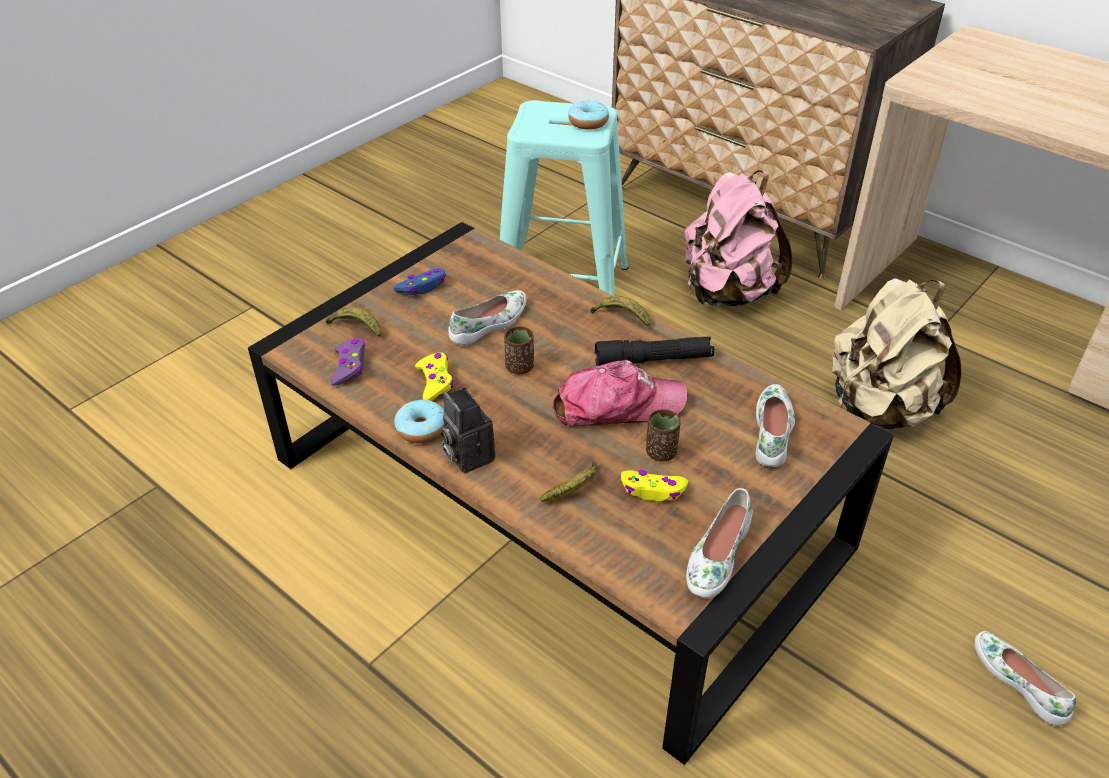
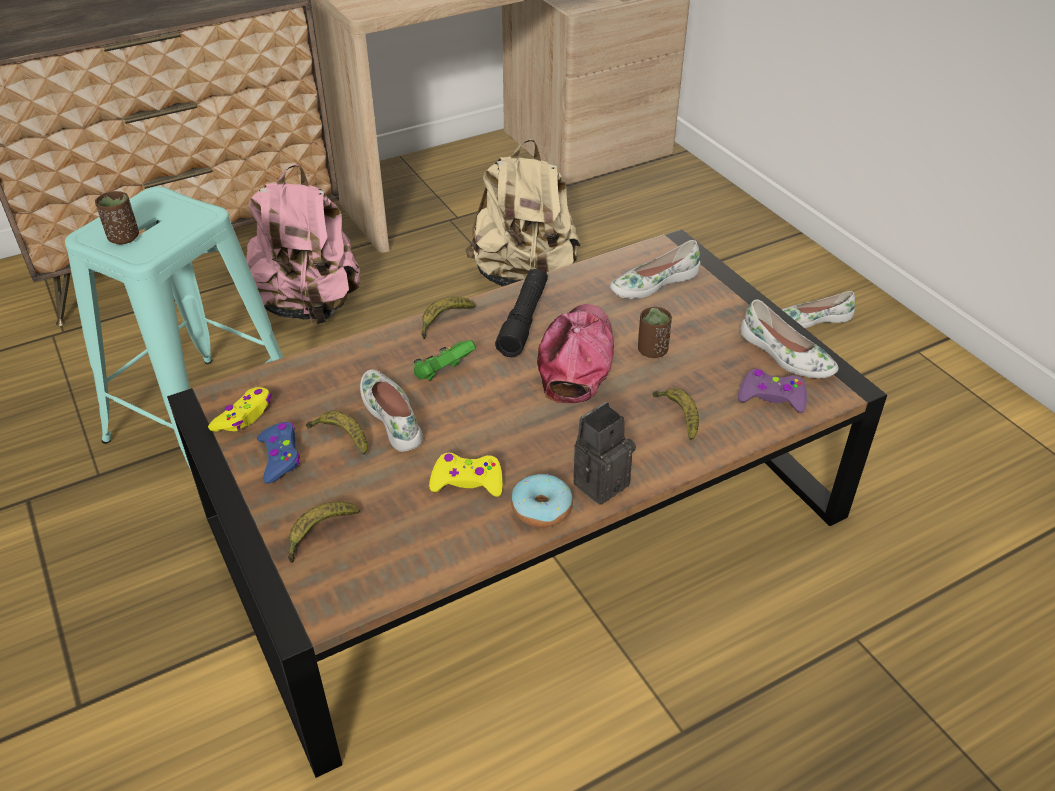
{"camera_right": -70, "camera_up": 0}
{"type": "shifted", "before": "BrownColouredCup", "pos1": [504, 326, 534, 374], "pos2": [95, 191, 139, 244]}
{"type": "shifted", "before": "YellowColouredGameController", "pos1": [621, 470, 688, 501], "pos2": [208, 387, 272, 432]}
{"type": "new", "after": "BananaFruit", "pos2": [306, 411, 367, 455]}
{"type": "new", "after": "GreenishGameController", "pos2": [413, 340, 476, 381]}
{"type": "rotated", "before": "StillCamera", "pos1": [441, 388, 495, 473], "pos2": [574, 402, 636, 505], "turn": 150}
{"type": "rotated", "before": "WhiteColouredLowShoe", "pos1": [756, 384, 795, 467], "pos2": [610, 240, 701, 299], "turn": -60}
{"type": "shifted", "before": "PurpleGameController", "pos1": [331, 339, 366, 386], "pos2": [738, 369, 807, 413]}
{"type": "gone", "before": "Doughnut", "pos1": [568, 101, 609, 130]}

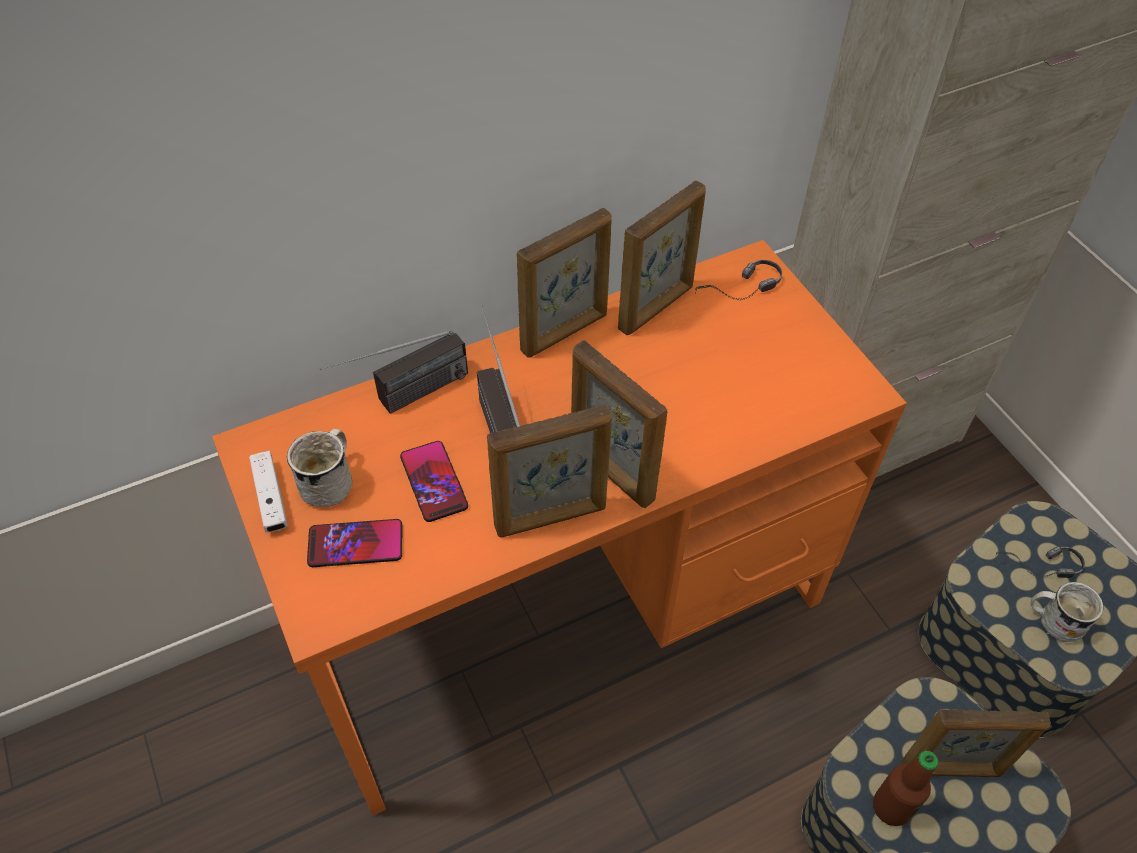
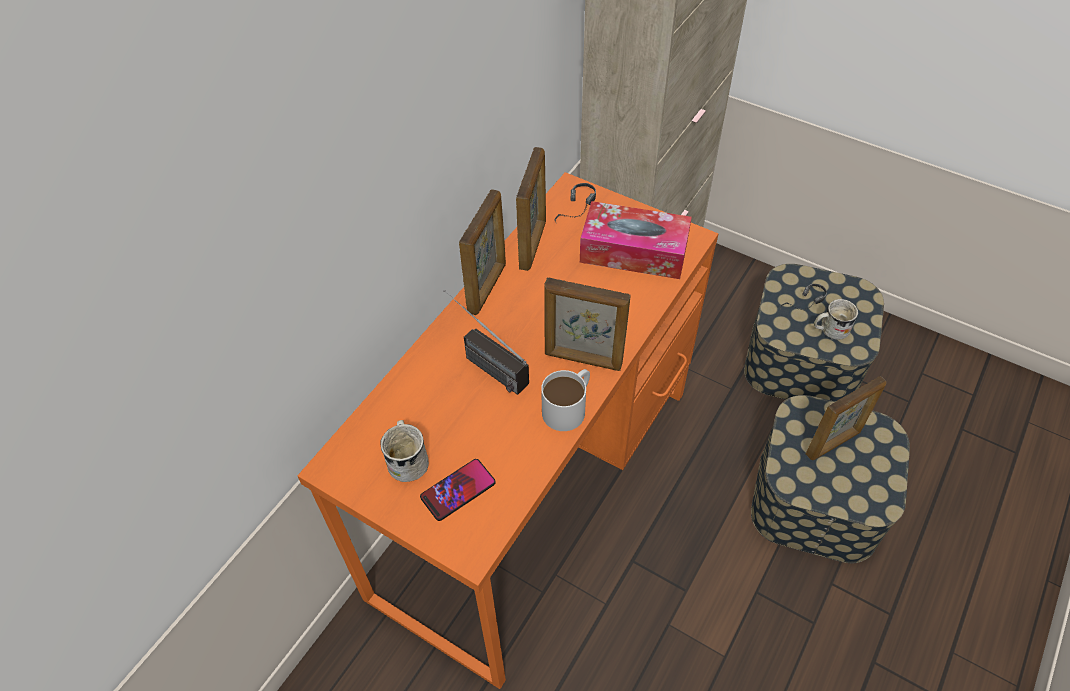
{"camera_right": -30, "camera_up": 0}
{"type": "swapped", "before": "PhotoFrame", "after": "WhiteColouredTeaMug", "pos1": [487, 405, 612, 537], "pos2": [541, 369, 590, 431]}
{"type": "new", "after": "TissueHolder", "pos2": [580, 201, 692, 279]}
{"type": "gone", "before": "WhiteColouredGameController", "pos1": [249, 451, 288, 532]}
{"type": "gone", "before": "Radio", "pos1": [320, 330, 468, 414]}
{"type": "gone", "before": "Handset", "pos1": [400, 441, 468, 522]}
{"type": "gone", "before": "DrinkBottle", "pos1": [873, 751, 939, 826]}

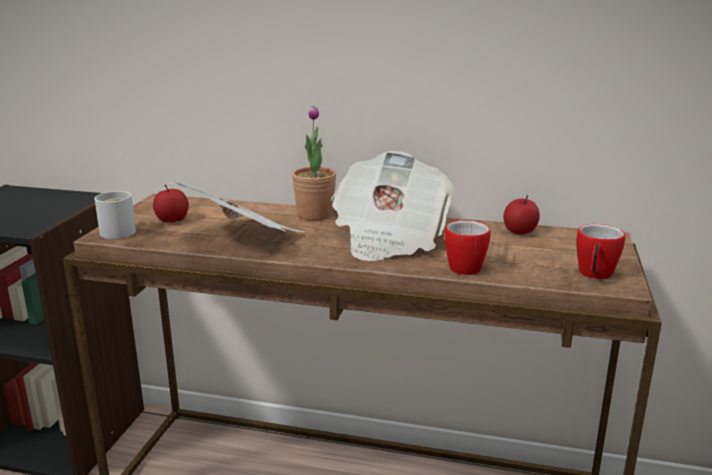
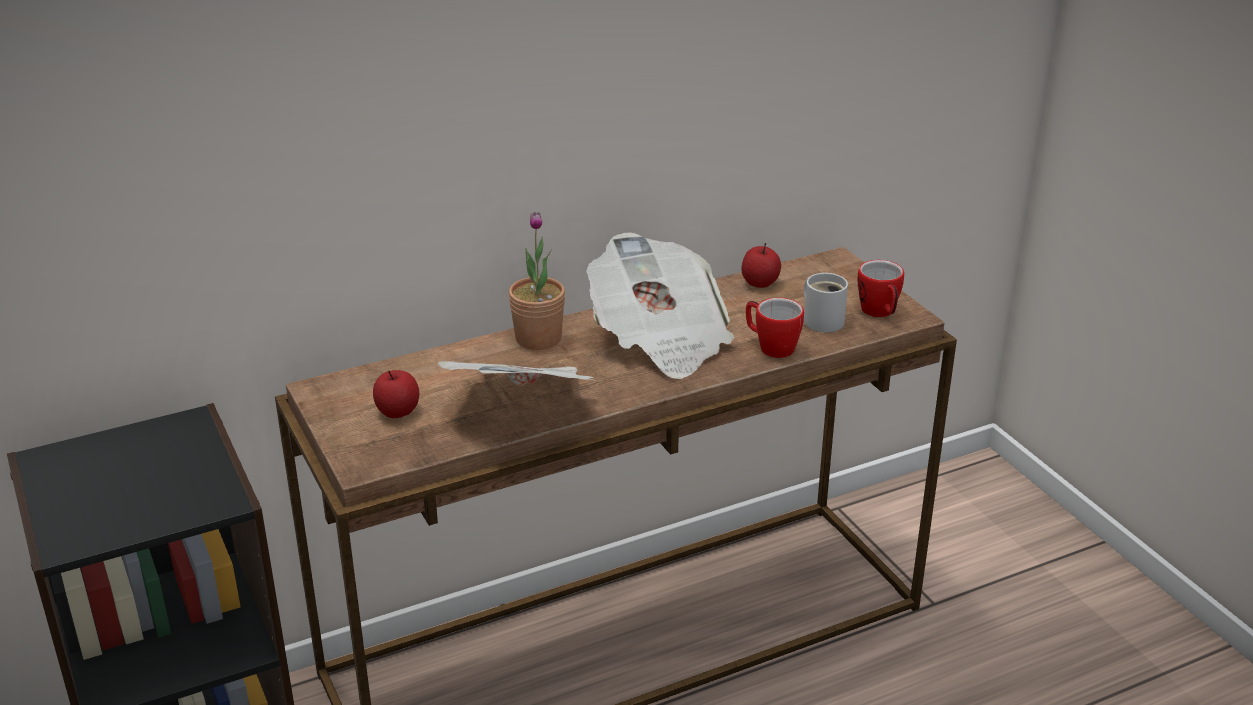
{"camera_right": -40, "camera_up": 10}
{"type": "shifted", "before": "WhiteColouredTeaMug", "pos1": [95, 191, 136, 239], "pos2": [804, 273, 848, 332]}

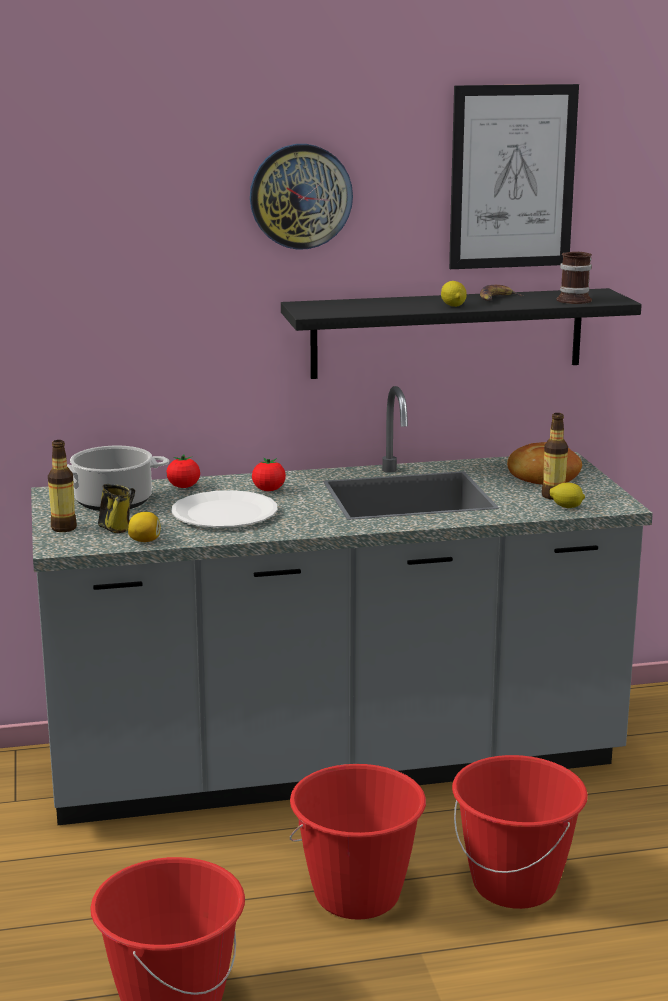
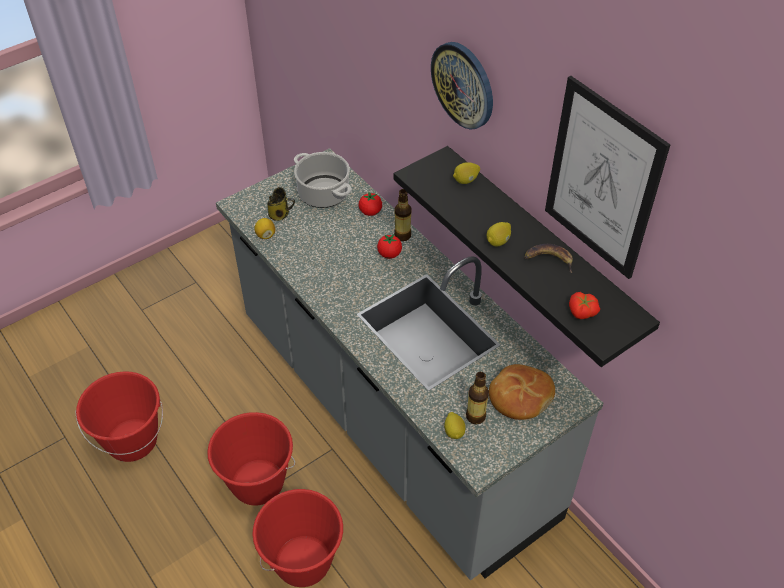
{"camera_right": 65, "camera_up": 30}
{"type": "shifted", "before": "DrinkBottle", "pos1": [48, 440, 77, 532], "pos2": [394, 189, 412, 241]}
{"type": "new", "after": "WholeLemon", "pos2": [453, 162, 480, 184]}
{"type": "swapped", "before": "TeaMug", "after": "Tomato", "pos1": [556, 252, 592, 304], "pos2": [569, 292, 600, 319]}
{"type": "gone", "before": "WhiteColouredDinnerPlate", "pos1": [171, 490, 278, 528]}

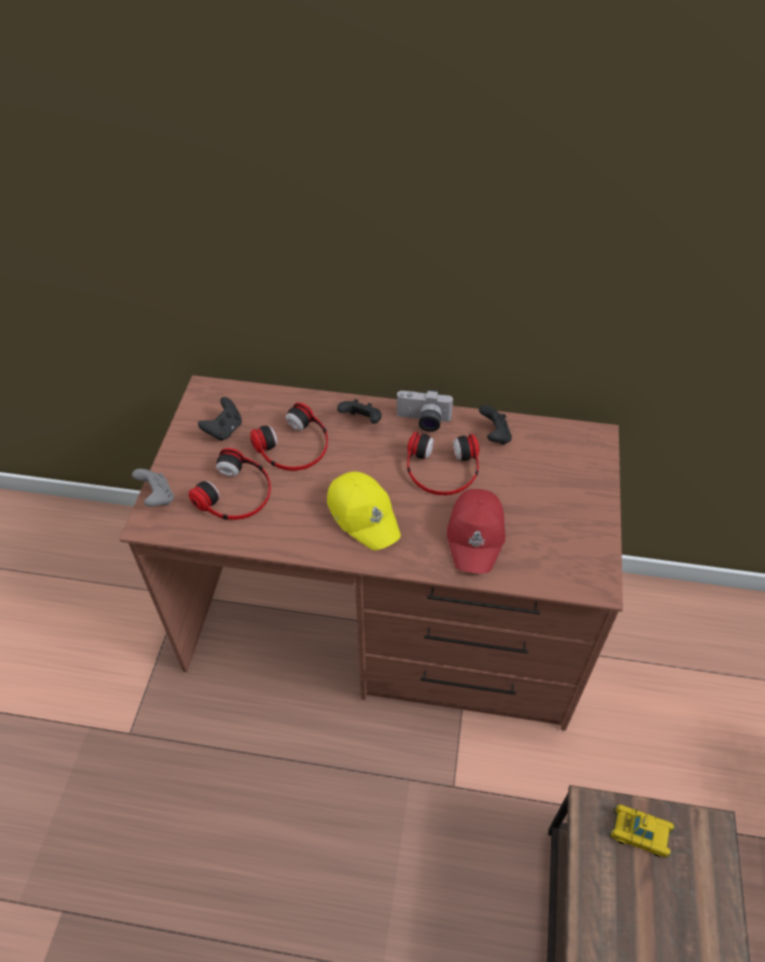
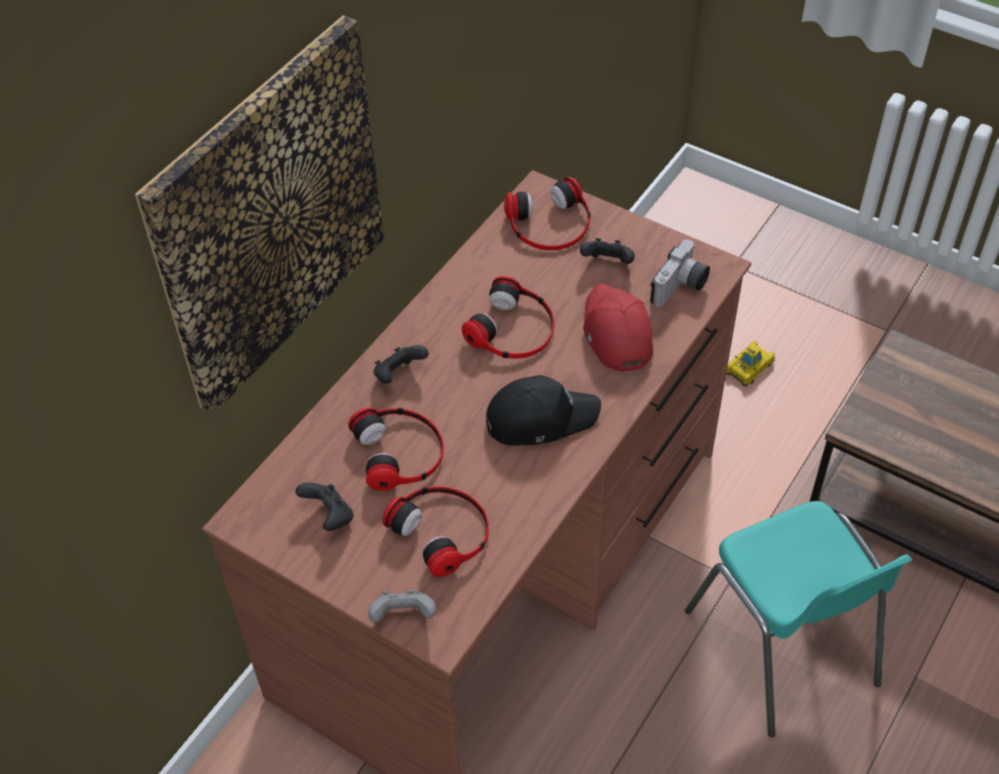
{"camera_right": -65, "camera_up": 0}
{"type": "new", "after": "WallPicture", "pos2": [135, 15, 384, 414]}
{"type": "repainted", "before": "YellowColouredPeakedCap", "after": "BlackColouredPeakedCap", "pos1": [327, 472, 401, 550], "pos2": [486, 375, 601, 446]}
{"type": "new", "after": "Headphones", "pos2": [504, 177, 591, 250]}
{"type": "shifted", "before": "BlackColouredGameController", "pos1": [479, 405, 512, 445], "pos2": [580, 238, 635, 264]}
{"type": "rotated", "before": "RedPeakedCap", "pos1": [447, 489, 505, 574], "pos2": [583, 283, 653, 372], "turn": -135}
{"type": "shifted", "before": "StillCamera", "pos1": [397, 390, 454, 432], "pos2": [650, 240, 710, 307]}
{"type": "new", "after": "TurquoisePlainChair", "pos2": [685, 501, 912, 737]}
{"type": "shifted", "before": "MiniatureCar", "pos1": [609, 804, 675, 858], "pos2": [726, 341, 775, 386]}

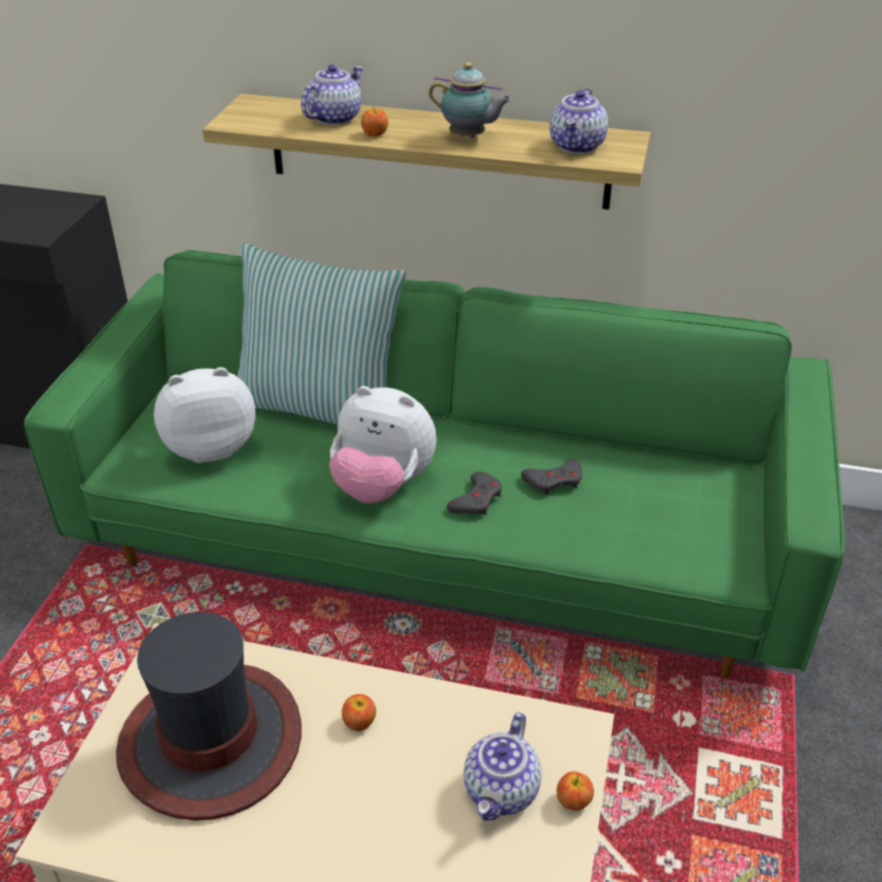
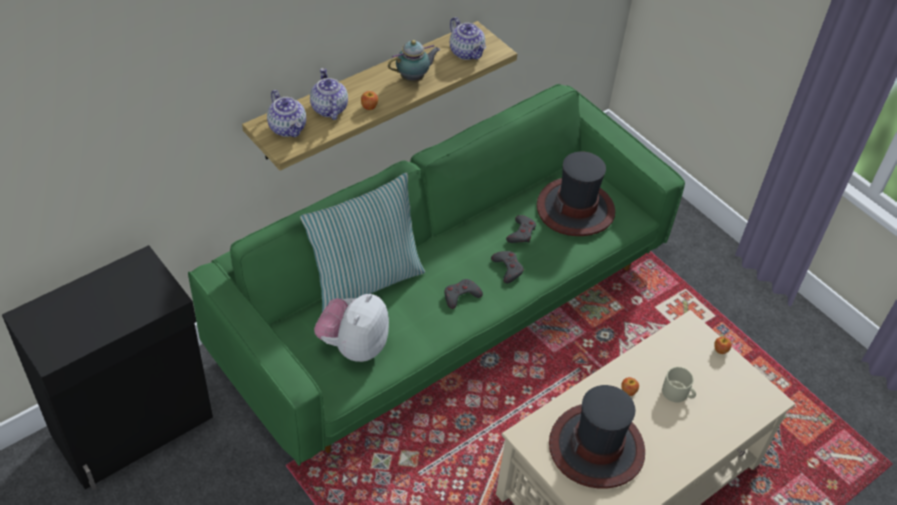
{"camera_right": -55, "camera_up": 10}
{"type": "shifted", "before": "TeaPot", "pos1": [464, 712, 541, 820], "pos2": [267, 90, 306, 138]}
{"type": "swapped", "before": "CuddlyToy", "after": "GreyishGameController", "pos1": [329, 386, 436, 504], "pos2": [444, 279, 483, 309]}
{"type": "new", "after": "Hat", "pos2": [537, 151, 615, 236]}
{"type": "new", "after": "SandColouredTeaMug", "pos2": [662, 367, 696, 402]}

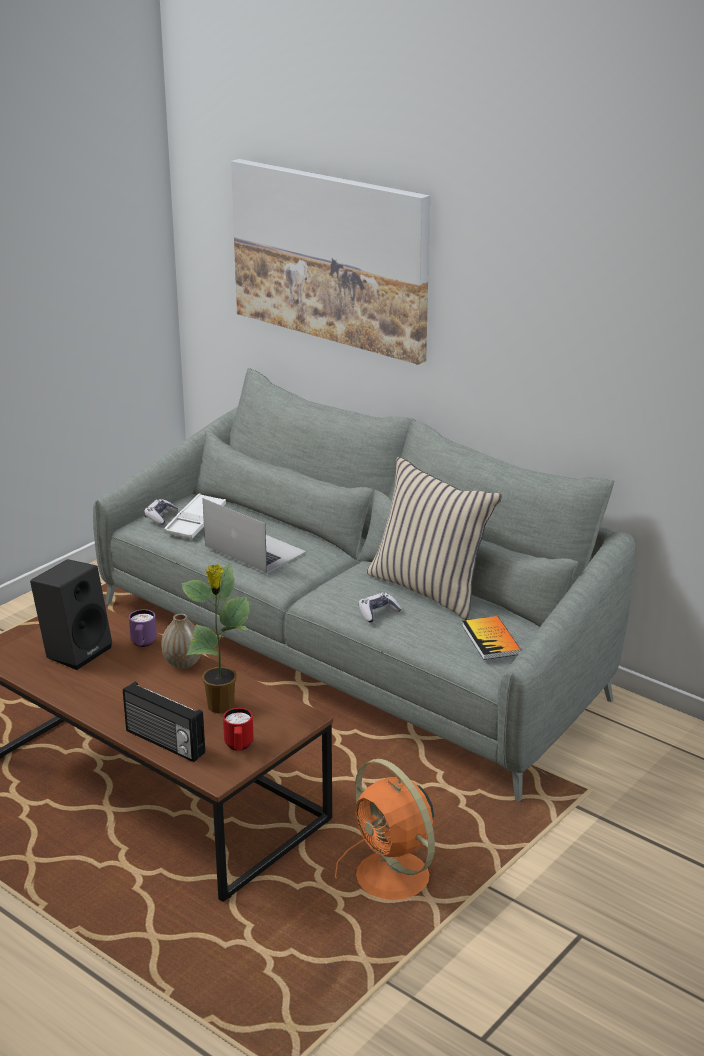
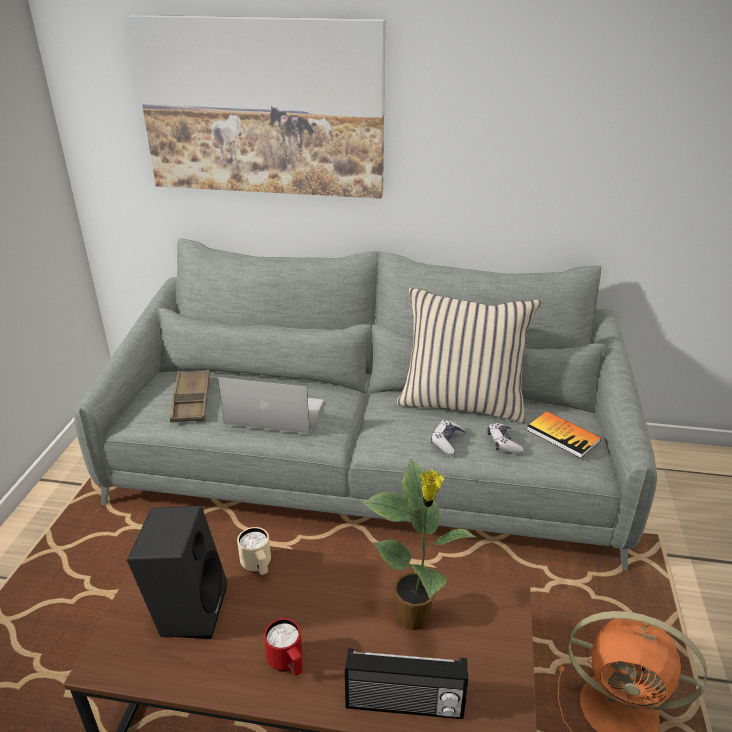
{"camera_right": -30, "camera_up": 5}
{"type": "repainted", "before": "WhiteColouredTray", "after": "BrownColouredTray", "pos1": [164, 493, 226, 539], "pos2": [170, 370, 210, 422]}
{"type": "repainted", "before": "PurpleTeaMug", "after": "SandColouredTeaMug", "pos1": [129, 609, 157, 647], "pos2": [237, 527, 271, 575]}
{"type": "shifted", "before": "RedTeaMug", "pos1": [223, 708, 254, 751], "pos2": [264, 618, 303, 676]}
{"type": "shifted", "before": "GameController", "pos1": [144, 499, 178, 525], "pos2": [487, 423, 523, 454]}
{"type": "gone", "before": "DecorativeVase", "pos1": [161, 613, 201, 669]}

